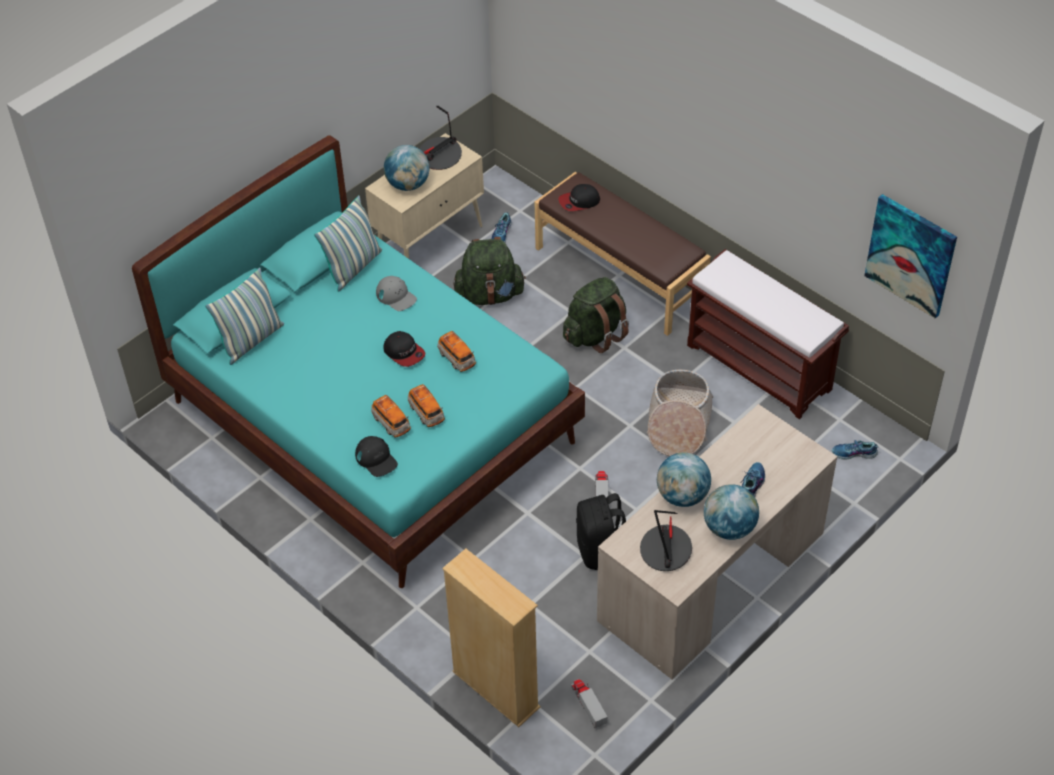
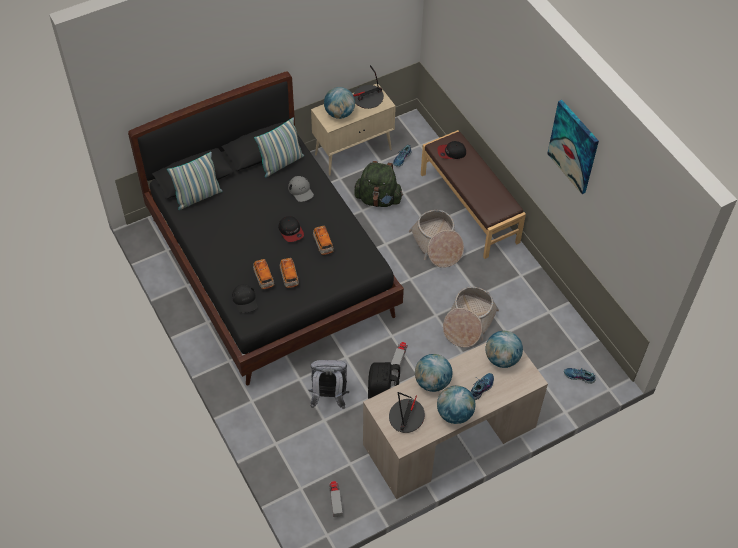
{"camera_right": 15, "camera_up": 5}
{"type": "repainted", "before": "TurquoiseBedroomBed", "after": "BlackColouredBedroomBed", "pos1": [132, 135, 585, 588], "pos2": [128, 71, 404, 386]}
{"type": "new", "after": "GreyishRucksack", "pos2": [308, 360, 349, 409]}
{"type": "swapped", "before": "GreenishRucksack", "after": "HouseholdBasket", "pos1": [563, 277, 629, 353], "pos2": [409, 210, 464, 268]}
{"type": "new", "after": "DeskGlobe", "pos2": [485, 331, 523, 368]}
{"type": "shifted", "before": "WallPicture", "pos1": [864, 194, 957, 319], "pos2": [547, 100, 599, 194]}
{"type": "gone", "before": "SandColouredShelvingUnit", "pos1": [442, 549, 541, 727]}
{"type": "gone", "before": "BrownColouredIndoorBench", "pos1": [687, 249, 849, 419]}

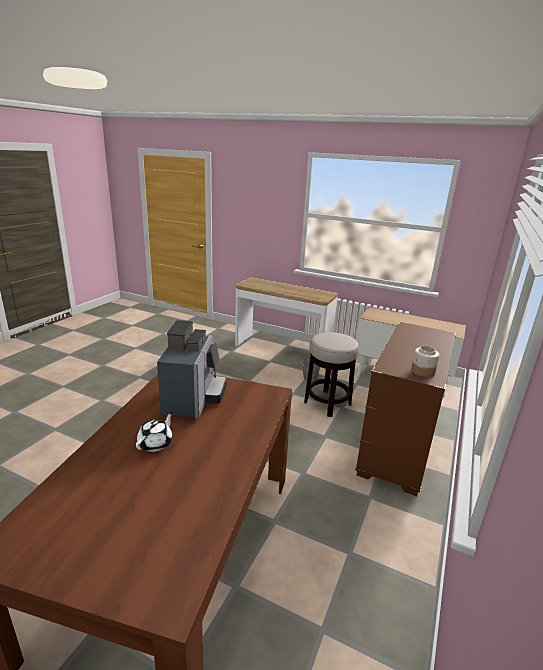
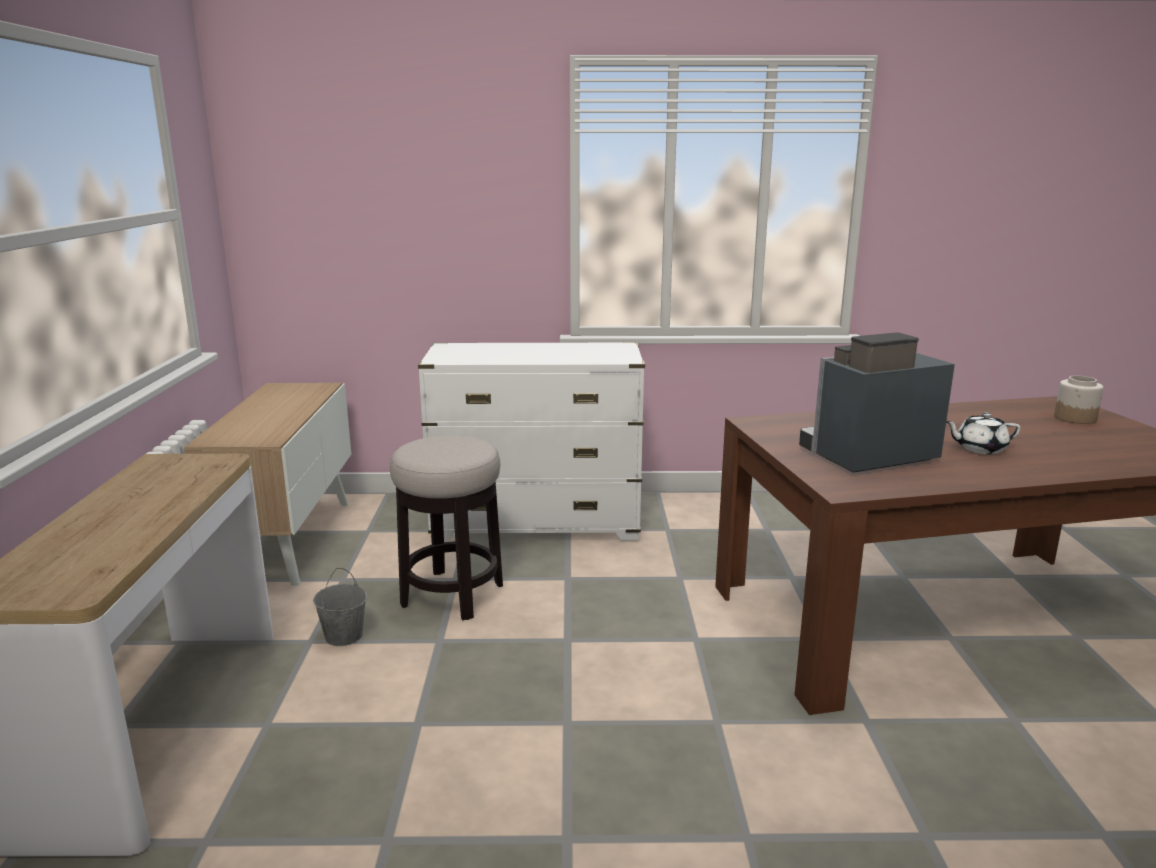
{"camera_right": -115, "camera_up": -5}
{"type": "repainted", "before": "BrownColouredChestOfDrawers", "after": "WhiteColouredChestOfDrawers", "pos1": [355, 321, 456, 496], "pos2": [418, 342, 645, 541]}
{"type": "shifted", "before": "StorageJar", "pos1": [411, 346, 439, 377], "pos2": [1054, 376, 1104, 424]}

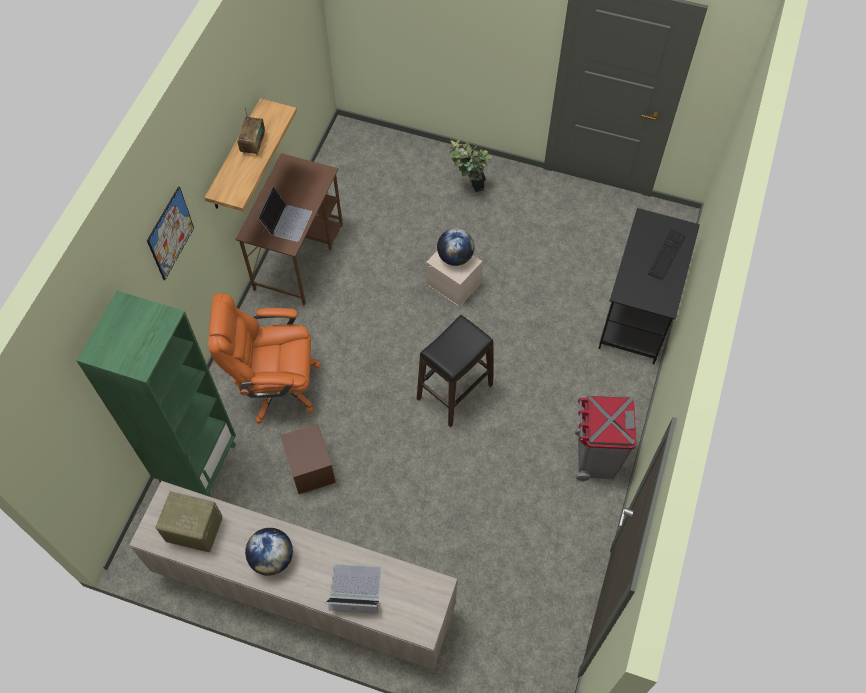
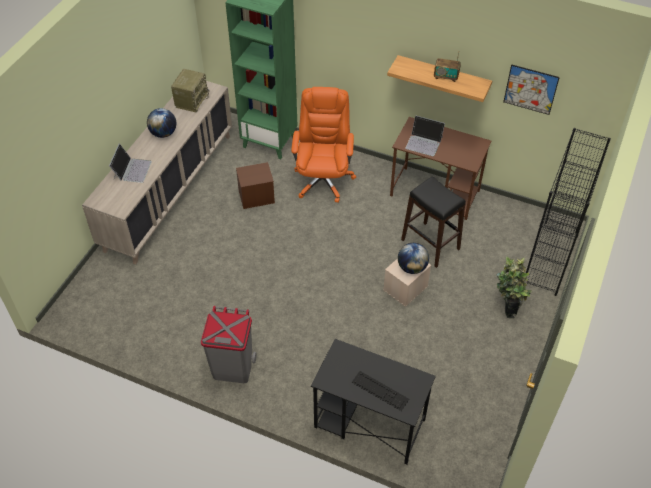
{"camera_right": 95, "camera_up": -10}
{"type": "shifted", "before": "BlackColouredStoolSeat", "pos1": [417, 315, 493, 427], "pos2": [401, 177, 466, 268]}
{"type": "shifted", "before": "WallPicture", "pos1": [147, 186, 194, 280], "pos2": [503, 64, 560, 115]}
{"type": "new", "after": "BlackColouredShelvingUnit", "pos2": [526, 128, 611, 296]}

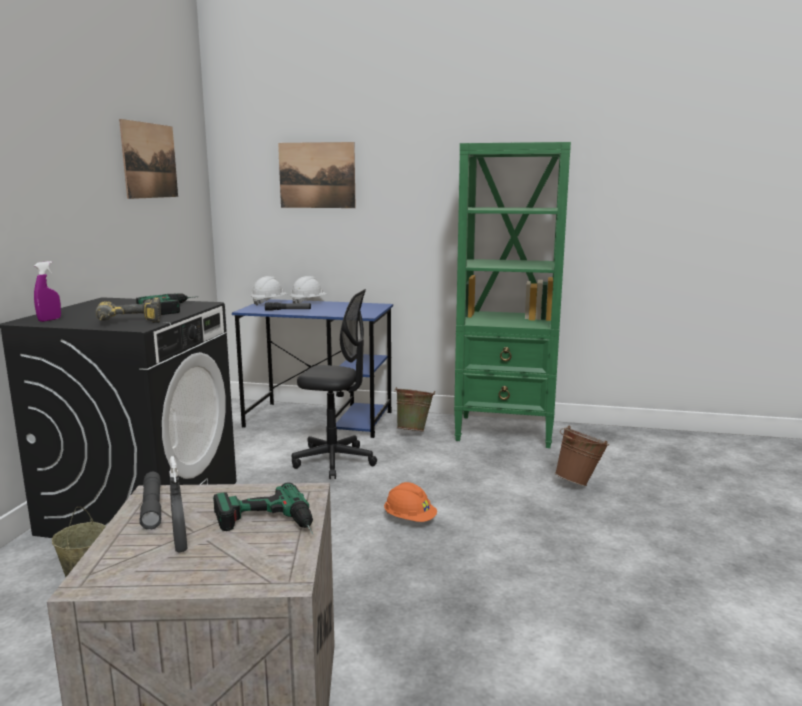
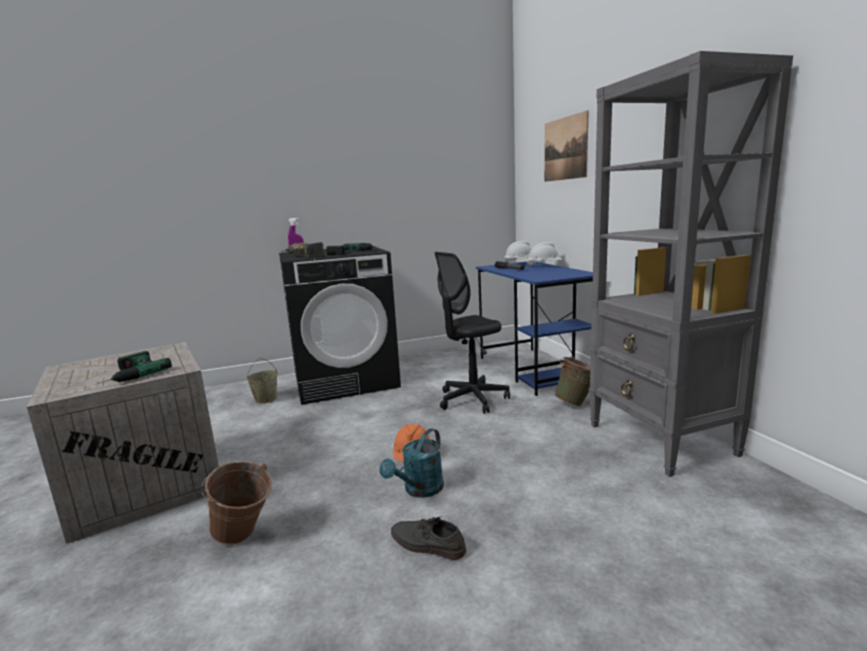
{"camera_right": 60, "camera_up": 0}
{"type": "shifted", "before": "BrownColouredPail", "pos1": [555, 426, 609, 486], "pos2": [201, 461, 272, 545]}
{"type": "new", "after": "TurquoiseSprinklingCan", "pos2": [380, 428, 444, 498]}
{"type": "new", "after": "GreyishLowShoe", "pos2": [391, 516, 466, 560]}
{"type": "rotated", "before": "BlackColouredDeskChair", "pos1": [292, 289, 377, 479], "pos2": [435, 252, 510, 414], "turn": 75}
{"type": "repainted", "before": "GreenishShelvingUnit", "after": "GreyishShelvingUnit", "pos1": [454, 142, 571, 448], "pos2": [589, 51, 793, 477]}
{"type": "gone", "before": "WallPicture", "pos1": [119, 119, 178, 199]}
{"type": "gone", "before": "GreyishTorch", "pos1": [139, 472, 161, 530]}
{"type": "gone", "before": "GreyishHandSprayer", "pos1": [169, 456, 188, 553]}

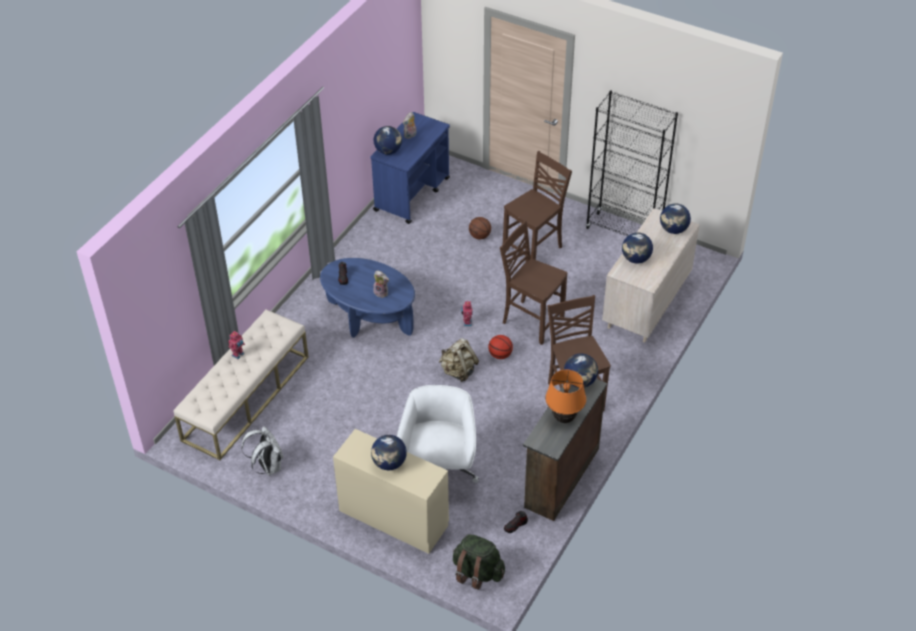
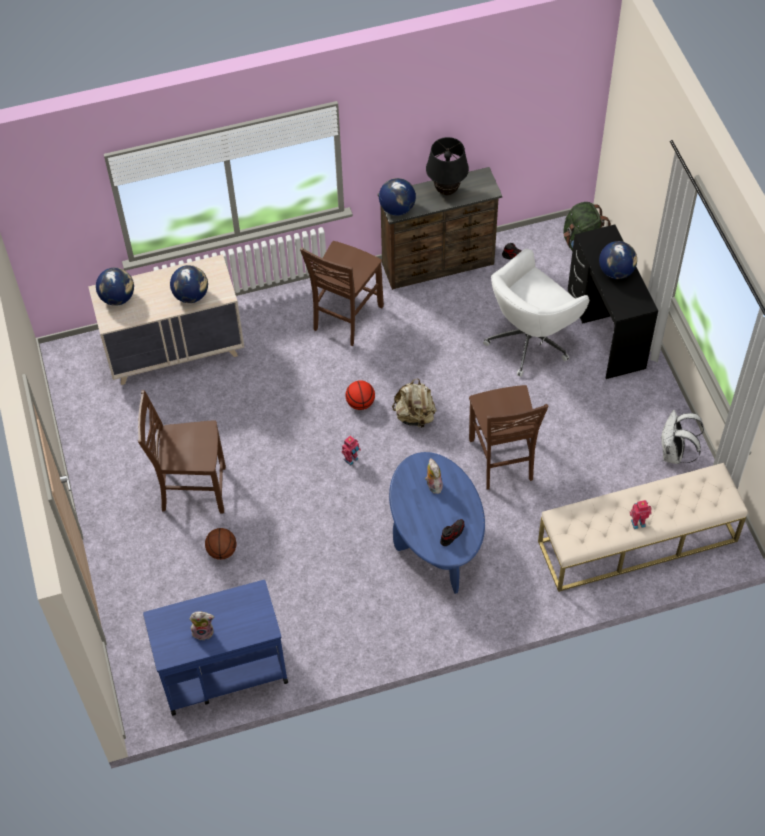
{"camera_right": -135, "camera_up": 10}
{"type": "repainted", "before": "OrangeLampForATable", "after": "BlackColouredLampForATable", "pos1": [545, 370, 586, 423], "pos2": [426, 137, 469, 195]}
{"type": "shifted", "before": "BrownColouredPlainChair", "pos1": [500, 221, 567, 345], "pos2": [469, 385, 549, 490]}
{"type": "repainted", "before": "SandColouredDeskTable", "after": "BlackColouredDeskTable", "pos1": [333, 429, 449, 554], "pos2": [568, 225, 658, 379]}
{"type": "gone", "before": "DeskGlobe", "pos1": [374, 126, 402, 155]}
{"type": "gone", "before": "BlackColouredShelvingUnit", "pos1": [586, 91, 678, 236]}

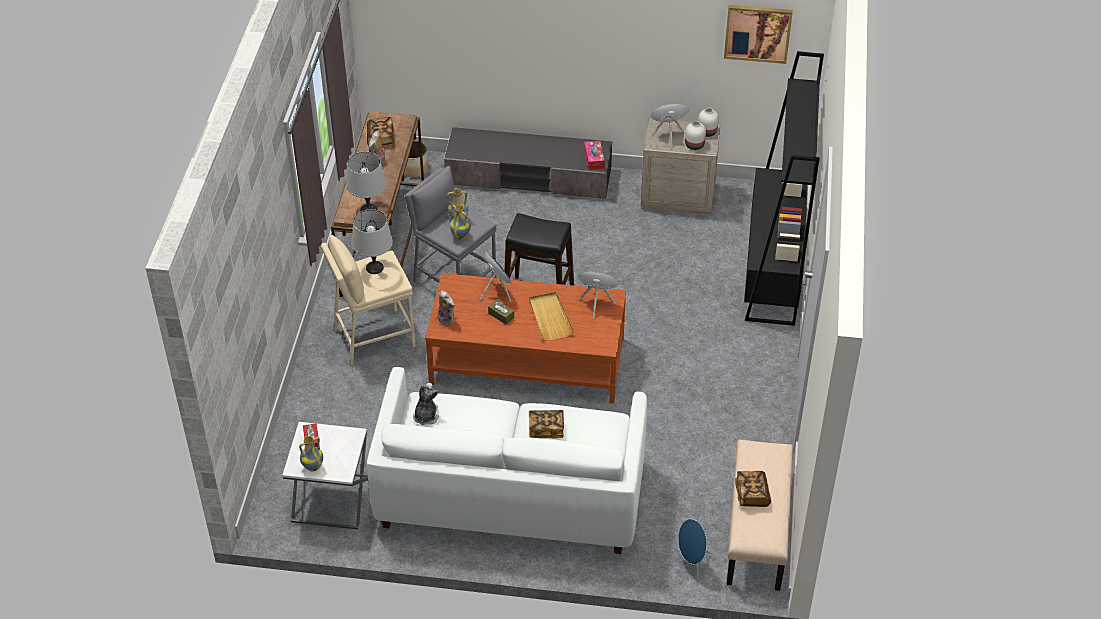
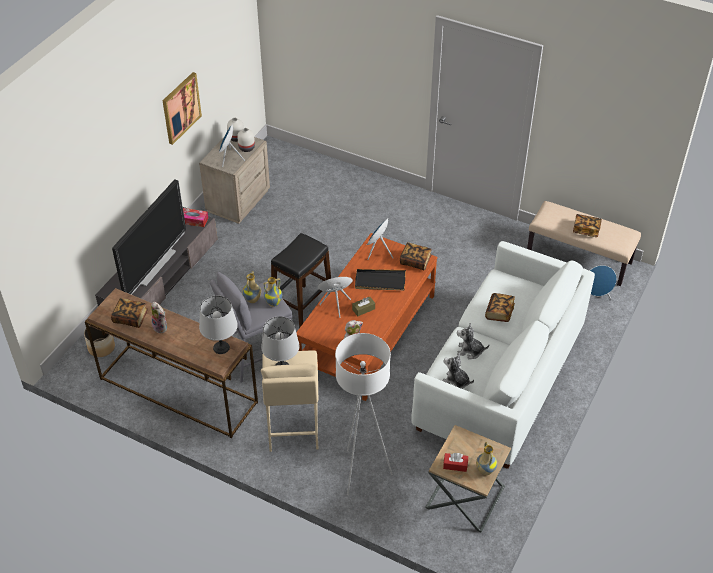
{"camera_right": -70, "camera_up": 0}
{"type": "new", "after": "Tv", "pos2": [112, 179, 186, 295]}
{"type": "shifted", "before": "WallPicture", "pos1": [724, 5, 793, 64], "pos2": [162, 72, 202, 145]}
{"type": "new", "after": "WhiteColouredStandingLamp", "pos2": [335, 333, 393, 495]}
{"type": "repainted", "before": "SandColouredTray", "after": "BlackColouredTray", "pos1": [529, 292, 574, 341], "pos2": [355, 269, 406, 290]}
{"type": "new", "after": "Book", "pos2": [400, 242, 432, 270]}
{"type": "repainted", "before": "WhiteColouredEndTable", "after": "BrownColouredEndTable", "pos1": [282, 422, 368, 530], "pos2": [425, 425, 511, 532]}
{"type": "new", "after": "CuddlyToy", "pos2": [457, 323, 489, 359]}
{"type": "gone", "before": "BlackColouredShelvingUnit", "pos1": [744, 51, 824, 326]}

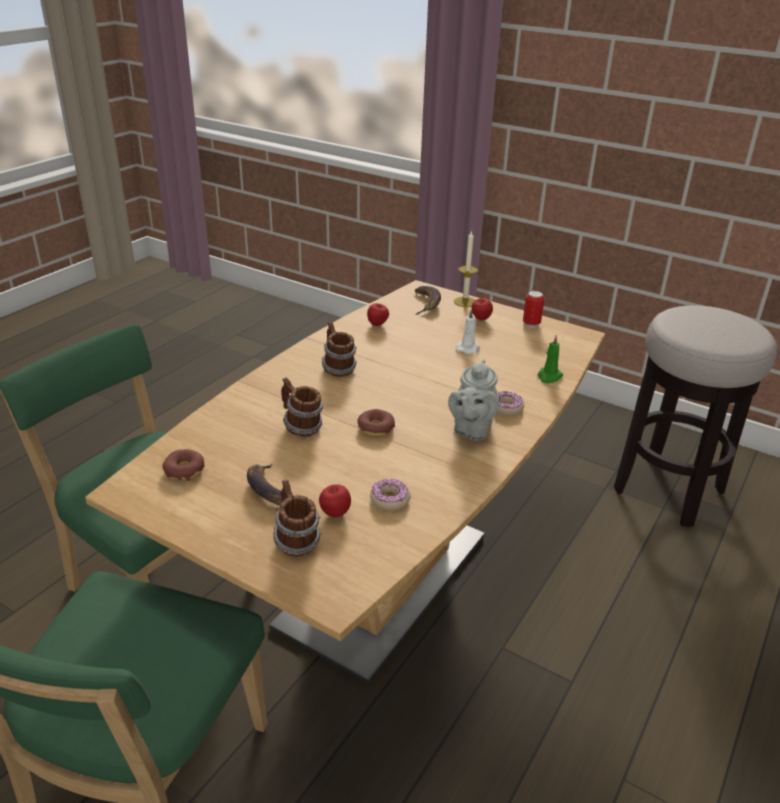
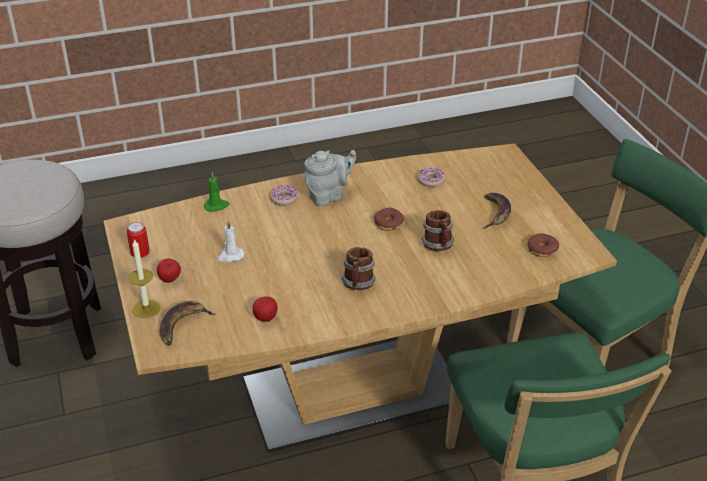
{"camera_right": -140, "camera_up": 5}
{"type": "gone", "before": "TeaMug", "pos1": [273, 479, 321, 557]}
{"type": "gone", "before": "Apple", "pos1": [319, 484, 351, 518]}

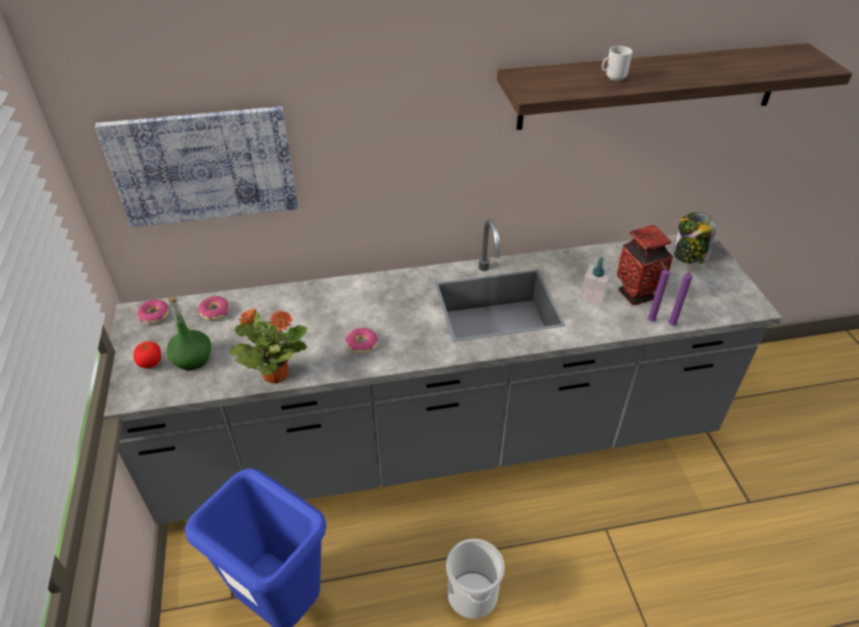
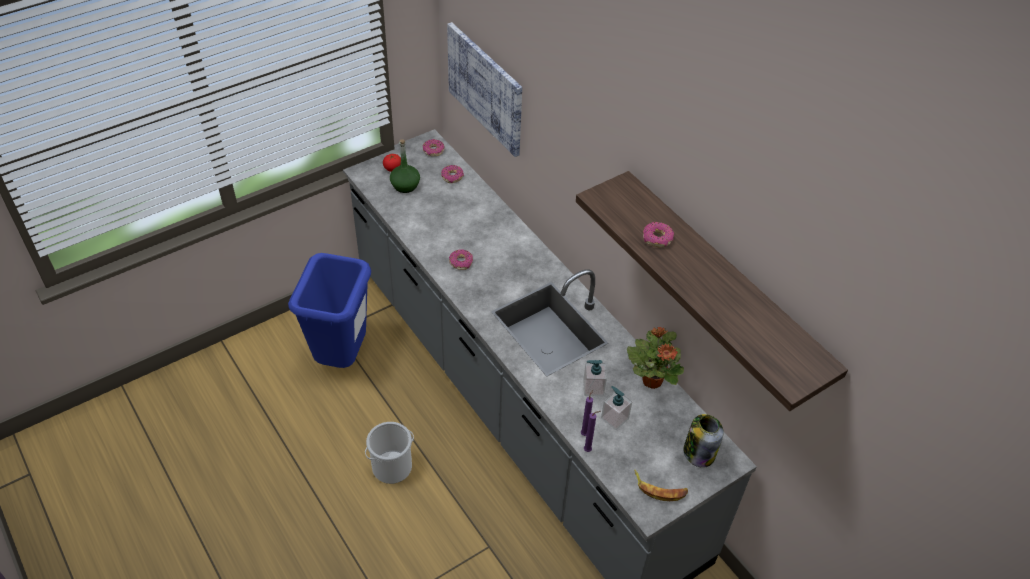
{"camera_right": 65, "camera_up": 5}
{"type": "swapped", "before": "DecorativeVase", "after": "LiquidSoapBottle", "pos1": [617, 225, 673, 305], "pos2": [601, 386, 632, 430]}
{"type": "shifted", "before": "PottedPlant", "pos1": [229, 308, 308, 384], "pos2": [627, 327, 684, 389]}
{"type": "new", "after": "BananaFruit", "pos2": [634, 470, 688, 501]}
{"type": "swapped", "before": "TeaMug", "after": "Doughnut", "pos1": [602, 46, 633, 81], "pos2": [643, 222, 674, 247]}

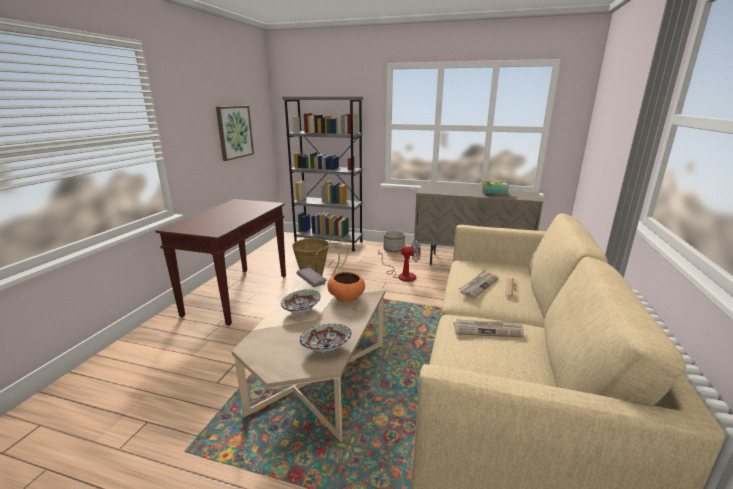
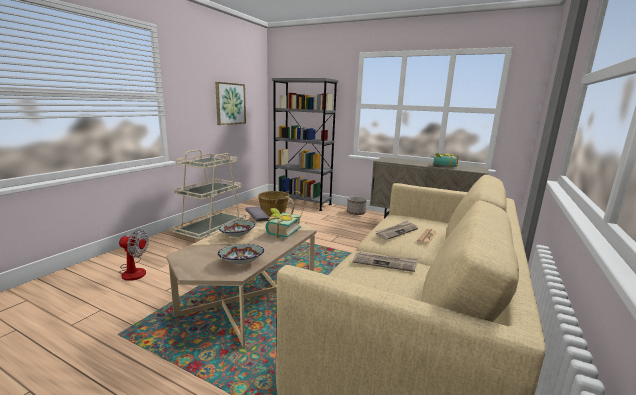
{"camera_right": 10, "camera_up": -5}
{"type": "shifted", "before": "CoolingFan", "pos1": [379, 240, 421, 282], "pos2": [119, 230, 149, 281]}
{"type": "swapped", "before": "BrownColouredConsoleTable", "after": "SandColouredWheeledCart", "pos1": [155, 199, 286, 326], "pos2": [172, 150, 246, 239]}
{"type": "swapped", "before": "OrangeDeepDish", "after": "Book", "pos1": [327, 272, 365, 303], "pos2": [266, 208, 301, 238]}

